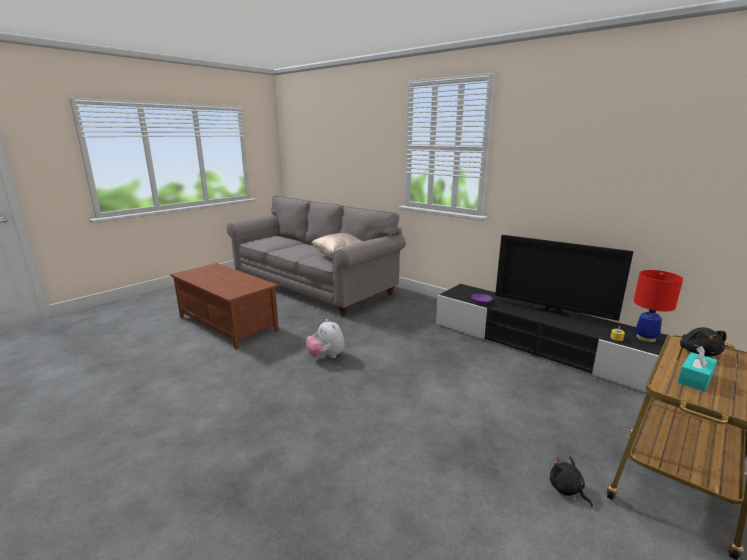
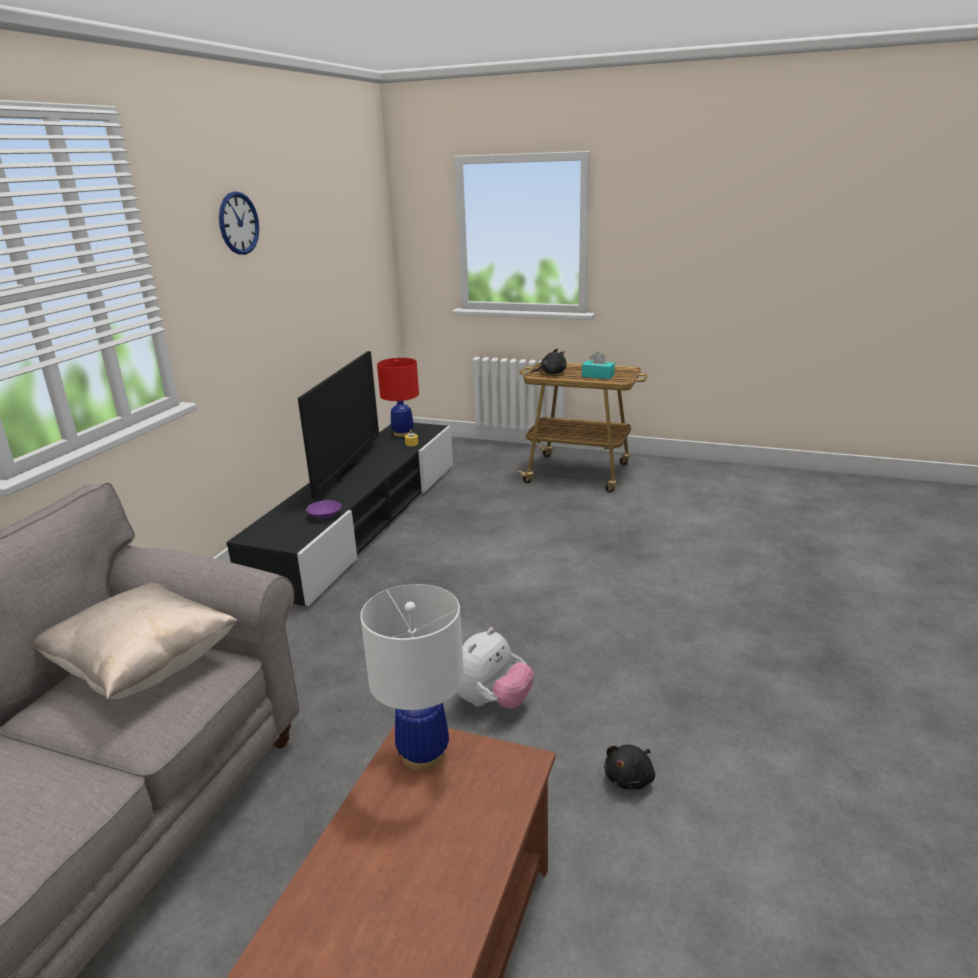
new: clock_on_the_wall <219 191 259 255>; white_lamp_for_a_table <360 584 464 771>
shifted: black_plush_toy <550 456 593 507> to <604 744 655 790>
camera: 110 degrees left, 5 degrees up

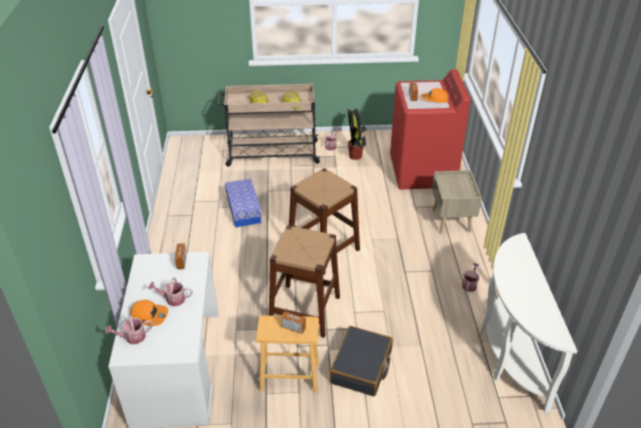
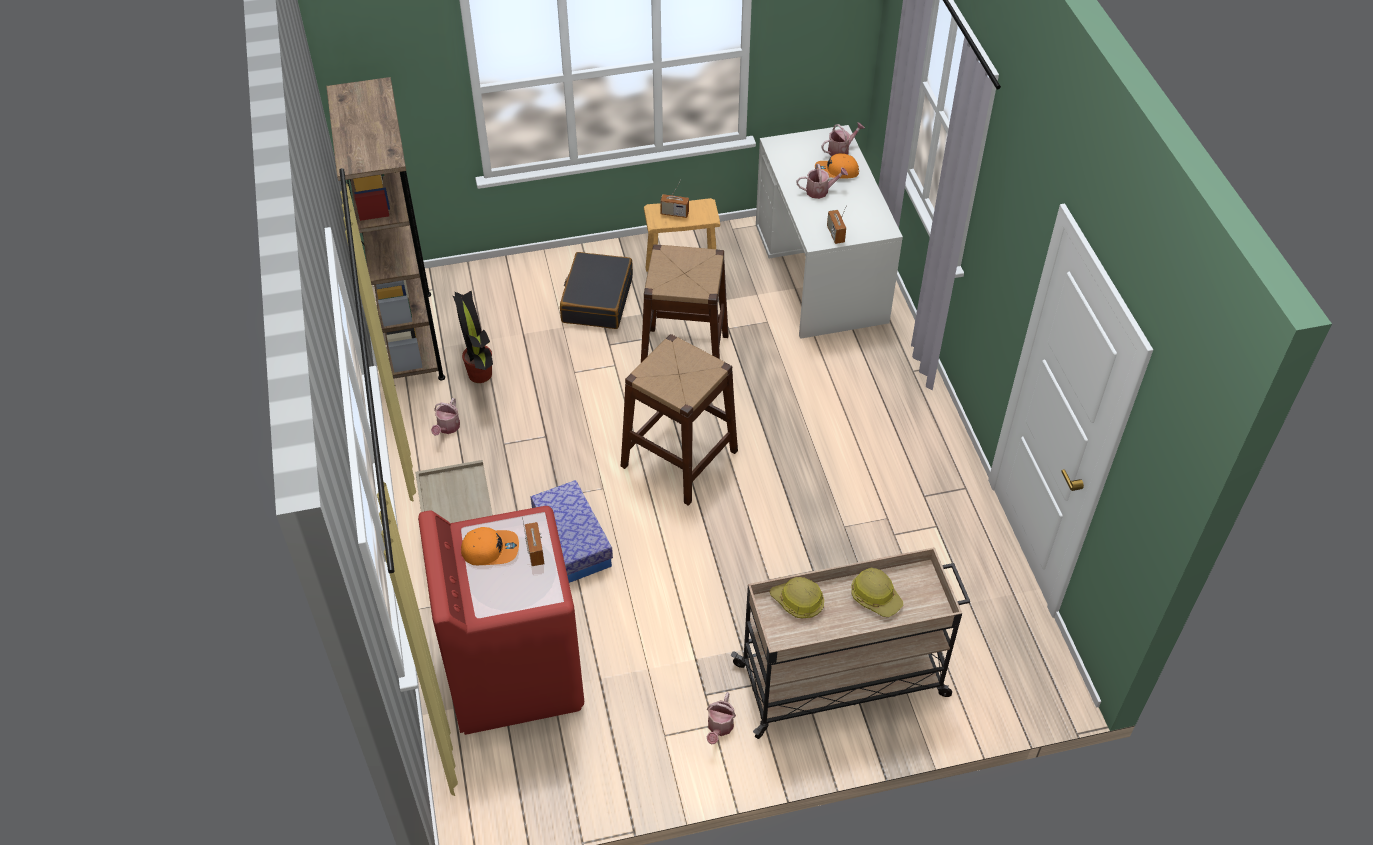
shifted: houseplant <347 109 367 160> to <453 290 493 383>; storage_bin <225 179 261 228> to <531 480 613 583>
swapped: white_hall_table <479 233 577 413> to brown-coloured_bookshelf <326 77 445 380>
camera: 170 degrees right, 10 degrees up

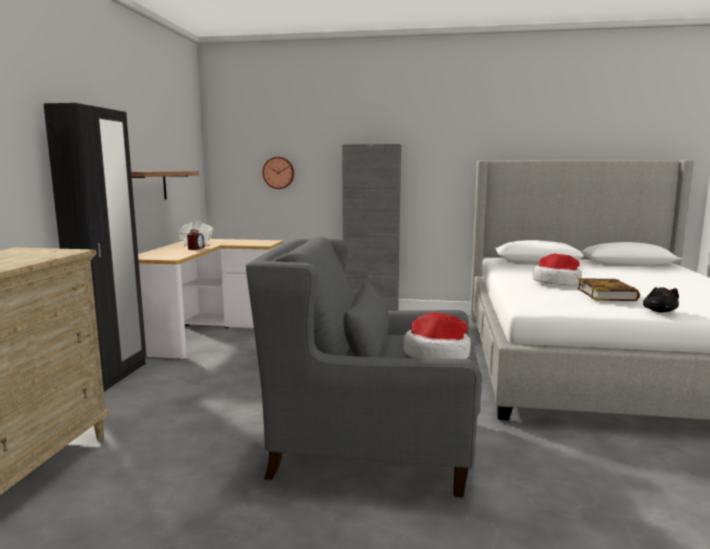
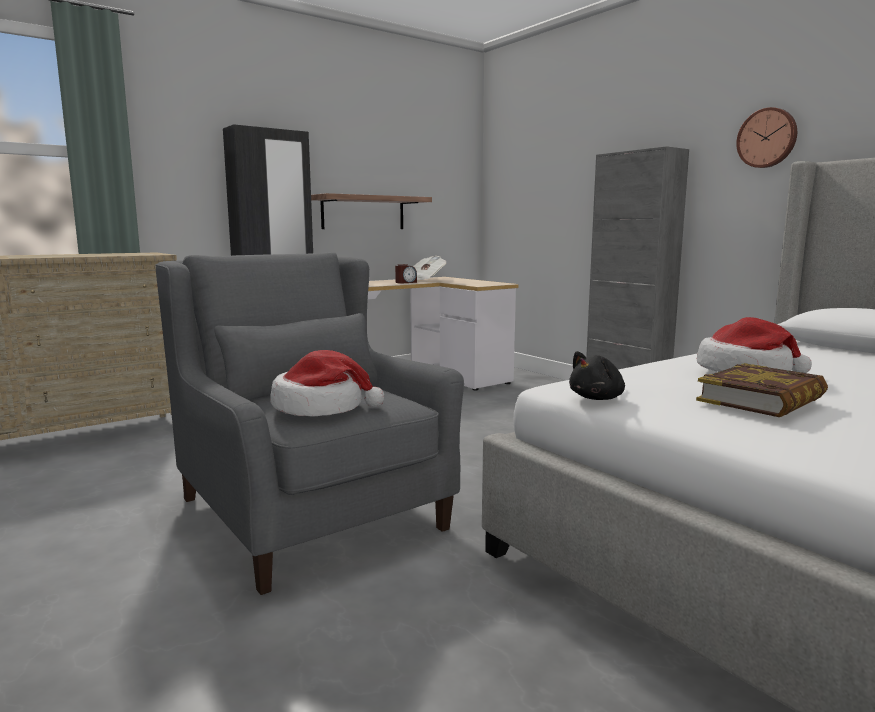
shifted: clock_on_the_wall <262 157 294 189> to <736 107 797 168>; black_plush_toy <643 287 679 312> to <569 351 625 400>
camera: 45 degrees right, 0 degrees up

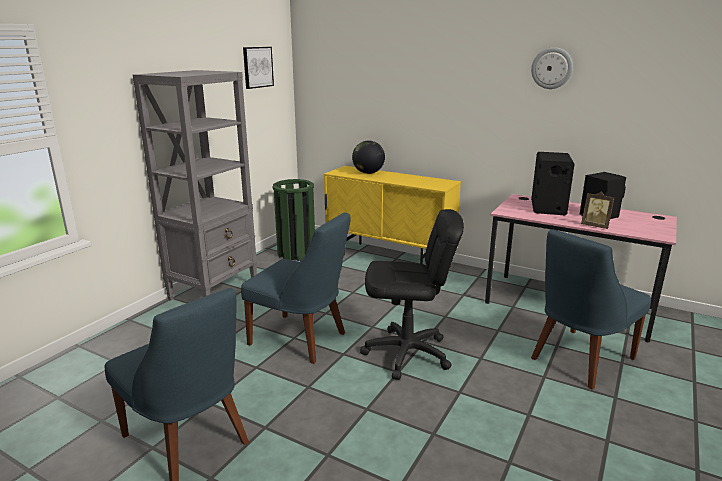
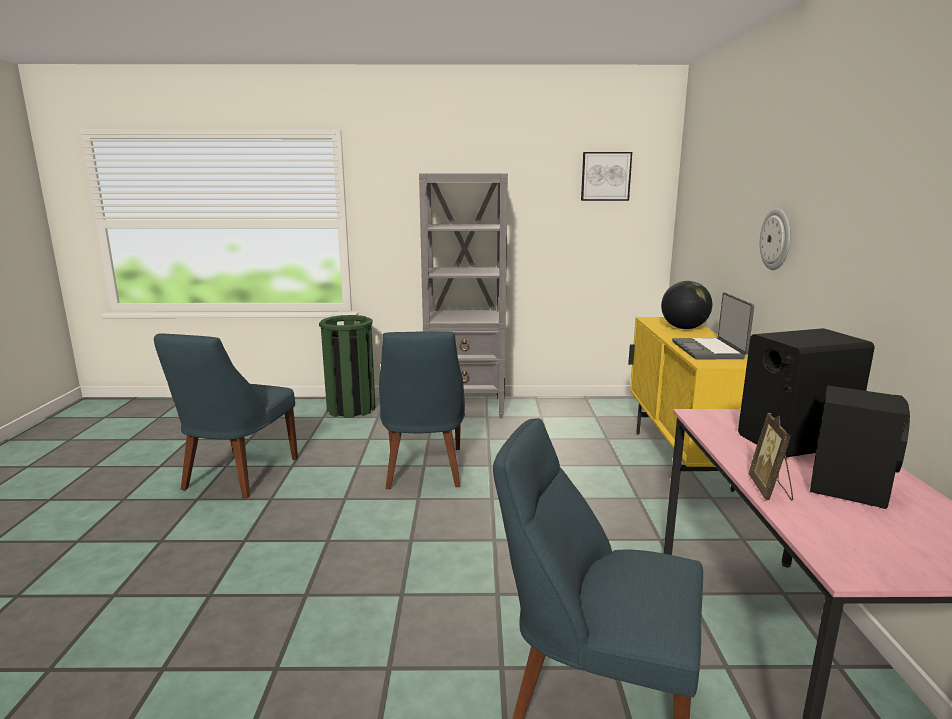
gone: black_computer_chair <360 209 464 380>
new: notebook_computer <672 293 754 359>
shifted: clock_on_the_wall <531 47 573 89> to <760 208 791 270>; green_waste_bin <273 179 315 261> to <319 315 375 418>
camera: 60 degrees right, 5 degrees down

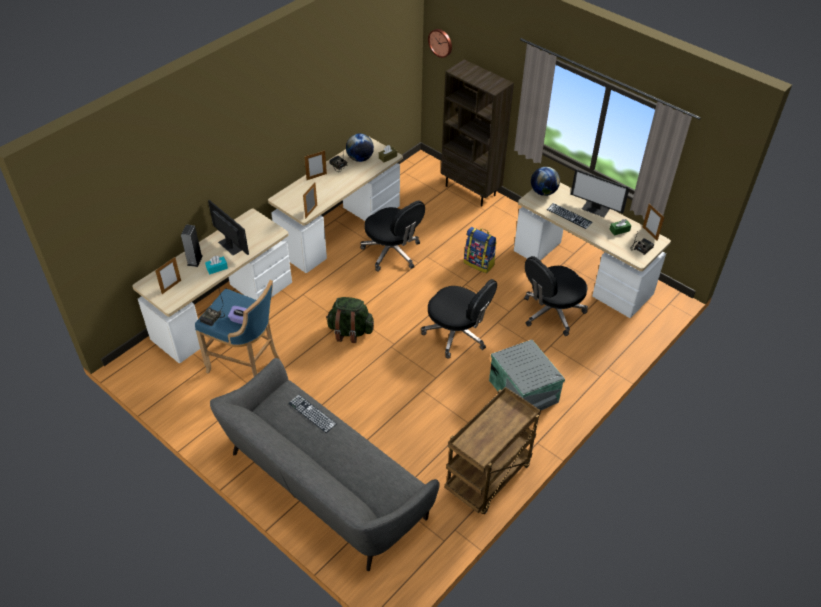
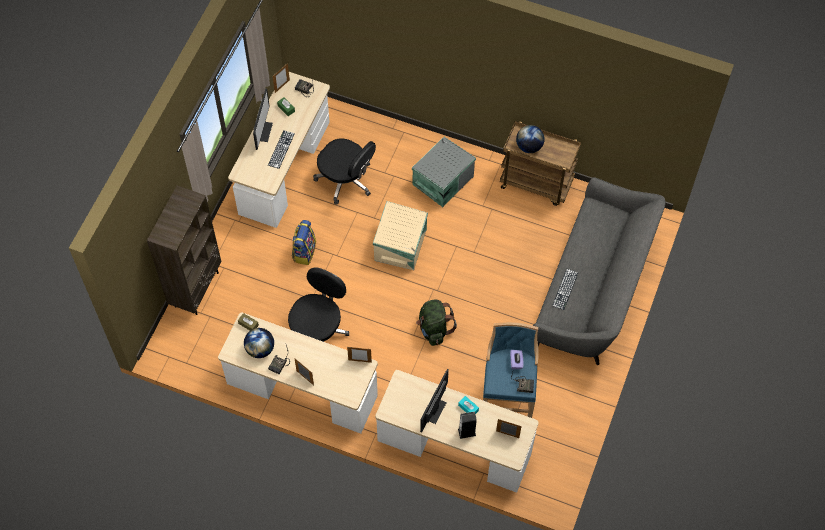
gone: clock_on_the_wall <428 29 452 58>
shifted: world_globe <531 167 560 196> to <516 125 544 153>
swapped: black_computer_chair <421 279 497 358> to beige-coloured_storage_bin <373 201 428 270>
camera: 110 degrees left, 15 degrees up

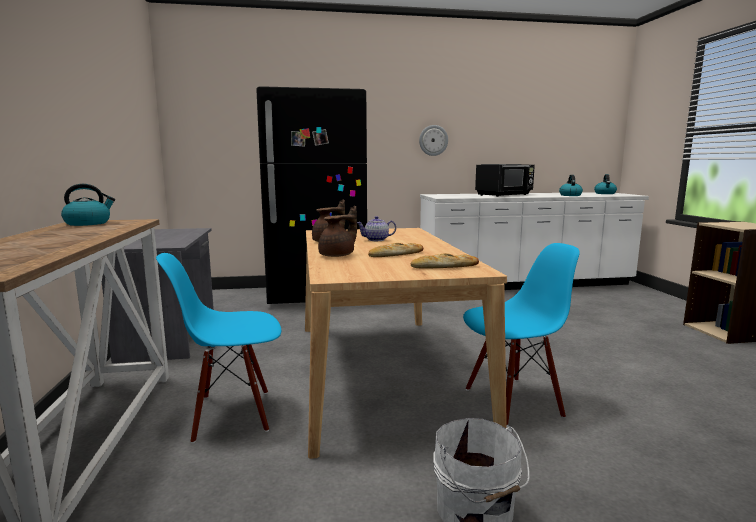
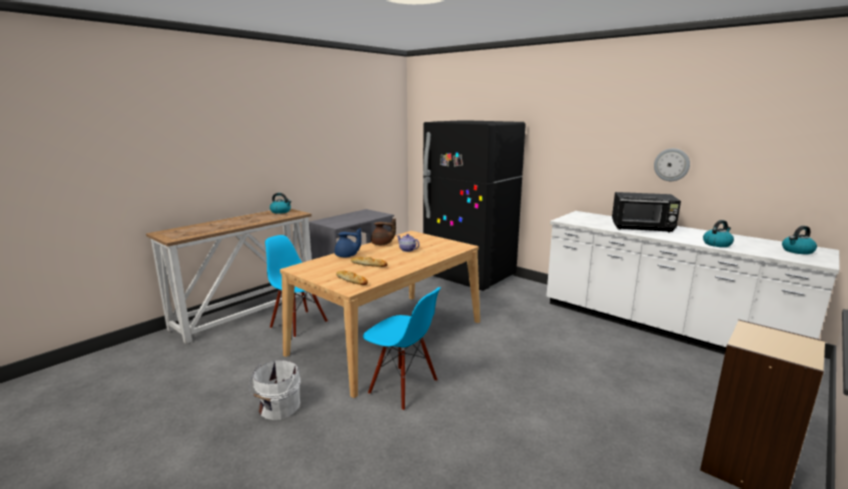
shifted: clock_on_the_wall <419 125 448 156> to <654 148 690 181>
repainted: brown-coloured_pot_for_tea <318 206 357 257> to blue-coloured_pot_for_tea <335 228 362 257>
camera: 50 degrees right, 5 degrees up

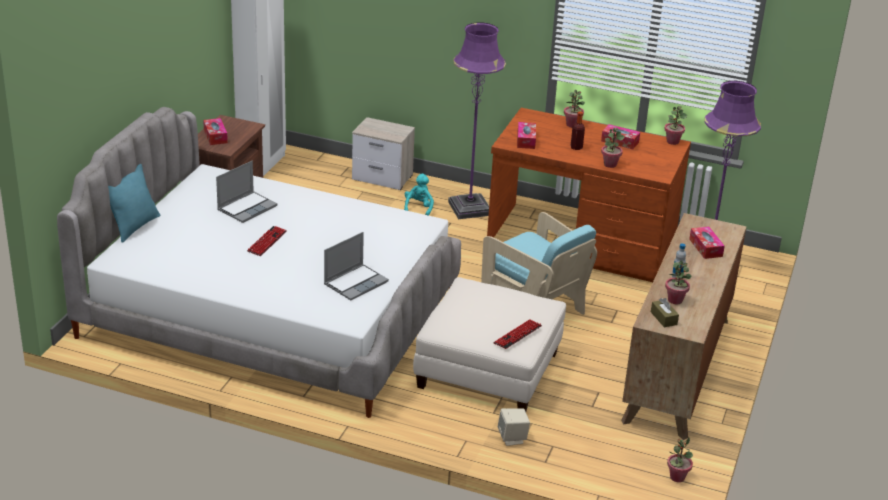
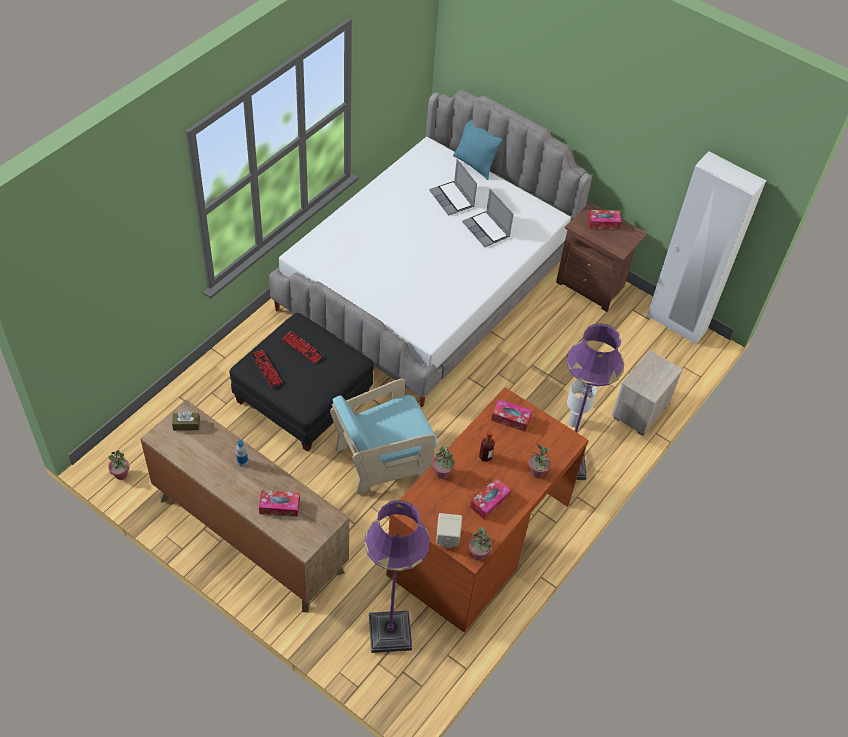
gone: houseplant <665 260 692 304>
shifted: keyboard <247 226 287 256> to <282 331 324 364>; notebook_computer <324 232 389 300> to <429 159 477 216>; beige-coloured_speaker <498 408 530 446> to <436 513 462 548>
swapped: turquoise_plush_toy <404 174 434 216> to white_lamp_for_a_table <567 379 597 427>
repainted: white_footrest <413 277 566 412> to black_footrest <229 313 374 452>
camera: 105 degrees right, 20 degrees up

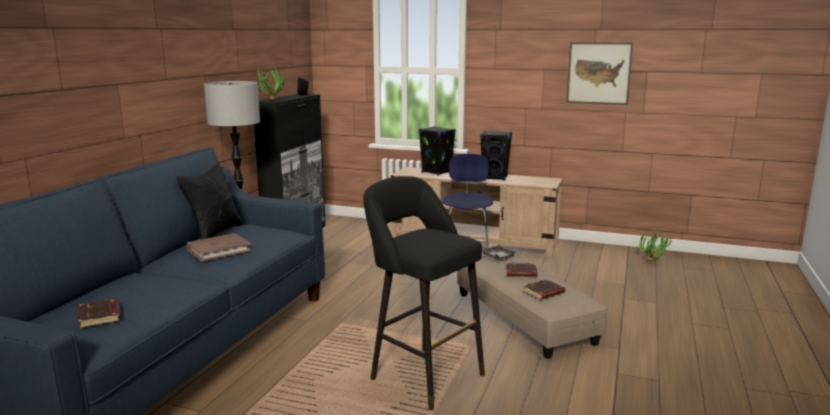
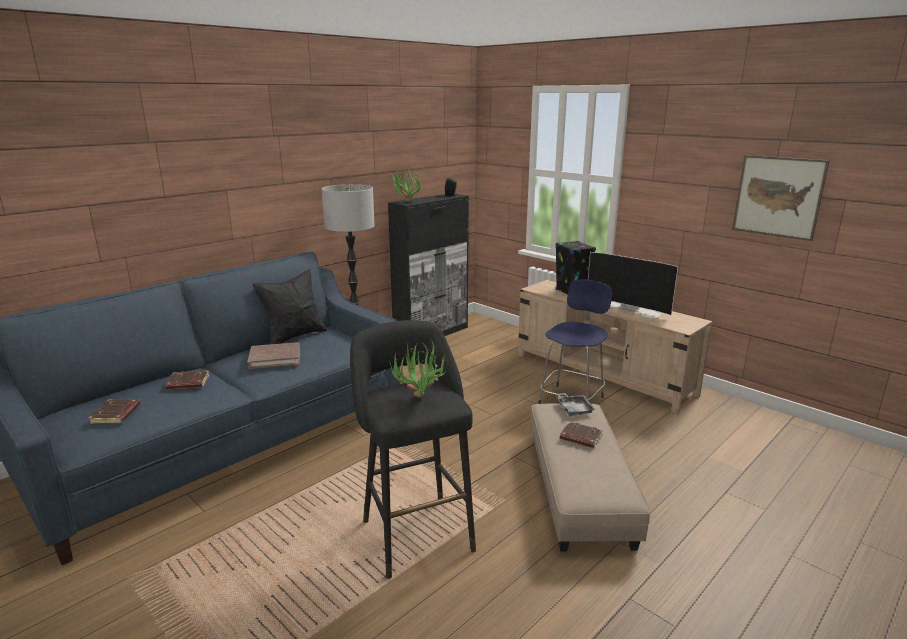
shifted: houseplant <639 228 672 261> to <389 338 448 398>; brown-coloured_bound_book <523 279 565 300> to <165 370 209 390>
swapped: black_speaker <480 131 512 180> to TV <588 252 678 319>
camera: 25 degrees right, 5 degrees up

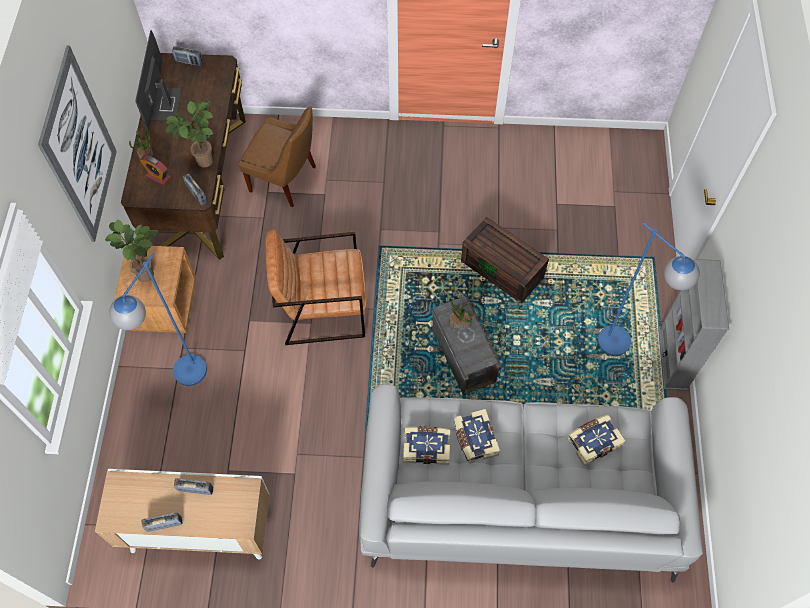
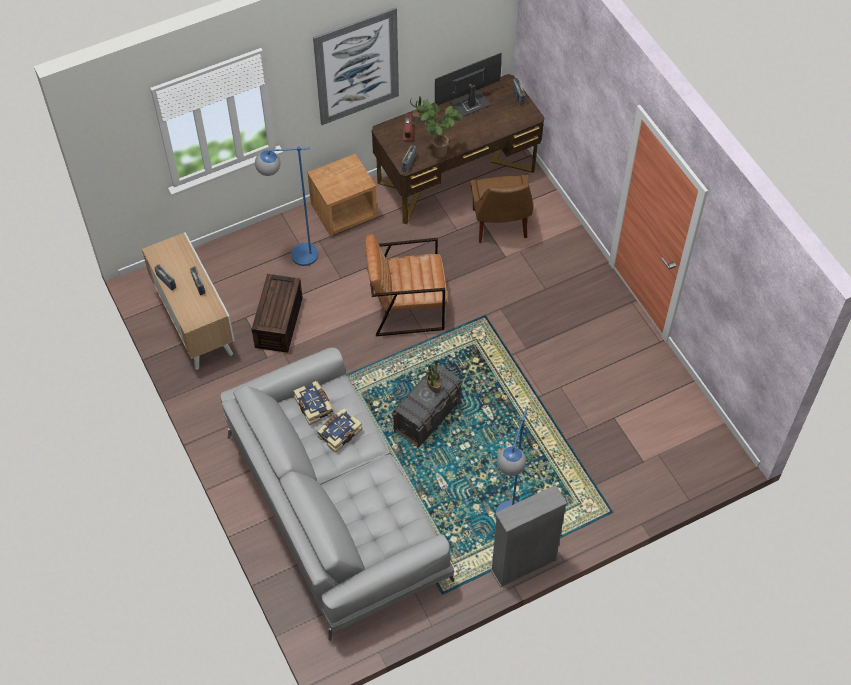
gone: houseplant <105 219 158 282>; bound_book <567 415 625 466>
shifted: brown-coloured_storage_bin <461 217 549 304> to <252 274 303 353>
rotated: brown-coloured_easy_chair <266 229 366 345> = <365 234 447 336> 60 degrees counterclockwise
camera: 60 degrees right, 5 degrees down

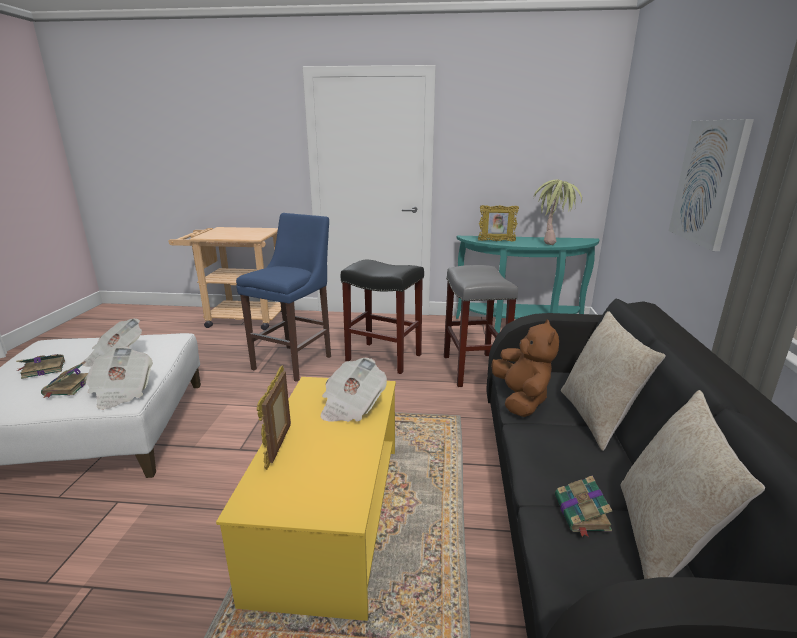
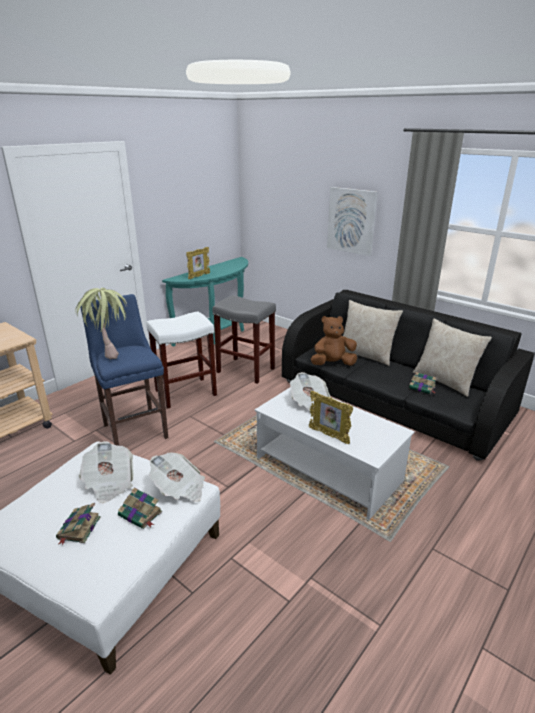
shifted: houseplant <533 179 582 245> to <75 288 127 359>
repainted: black_stool <341 259 424 374> to white_stool <146 312 217 409>; yellow-coloured_low_table <216 377 396 621> to white_low_table <255 387 415 520>
rotated: brown-coloured_plush_toy <491 320 559 417> = <311 316 357 366> 45 degrees counterclockwise
camera: 55 degrees left, 5 degrees up

